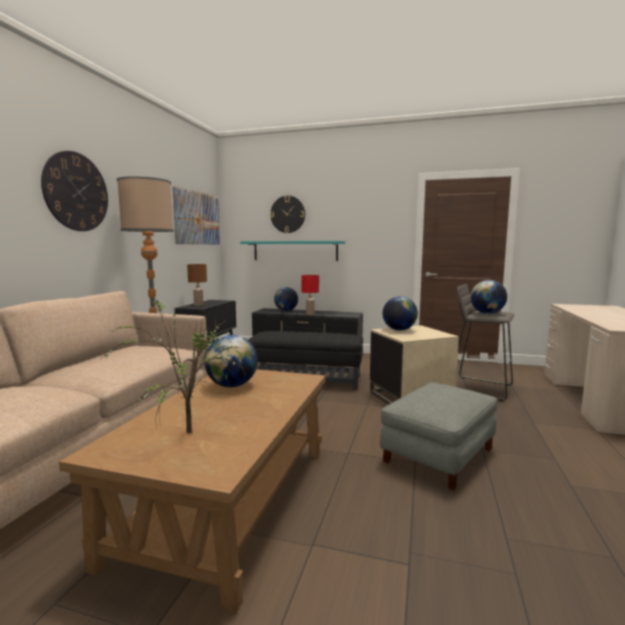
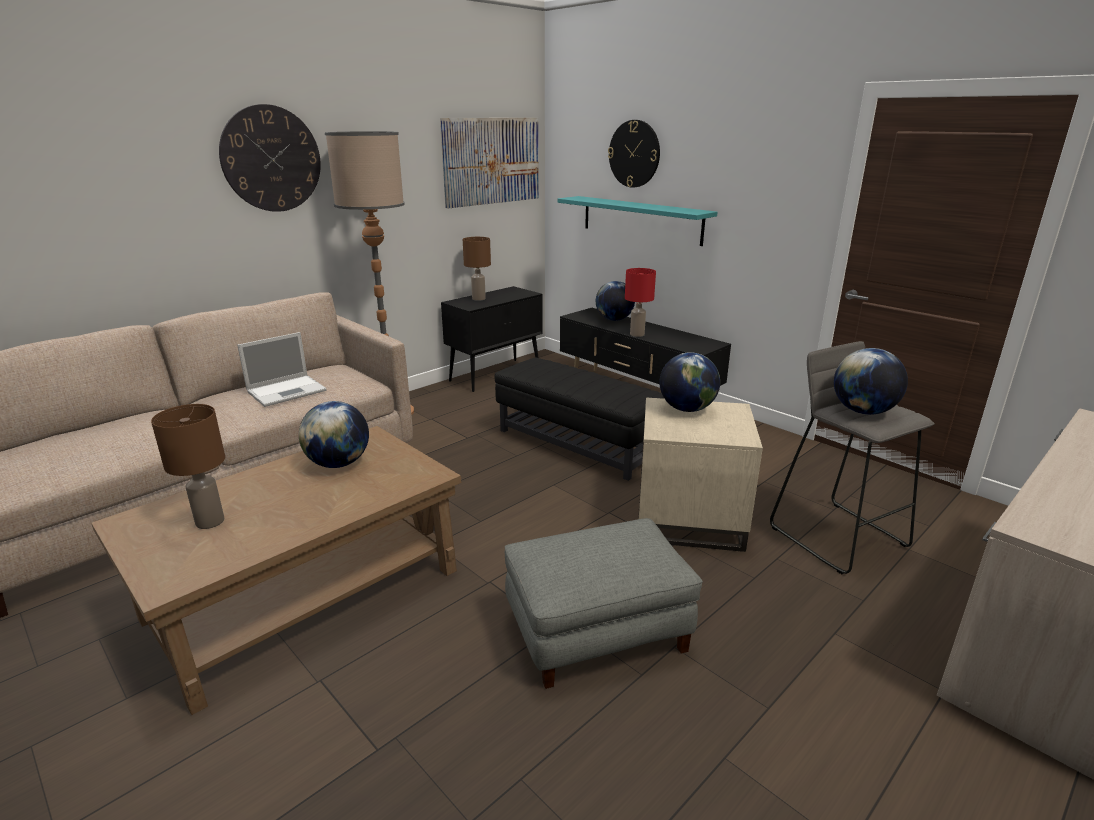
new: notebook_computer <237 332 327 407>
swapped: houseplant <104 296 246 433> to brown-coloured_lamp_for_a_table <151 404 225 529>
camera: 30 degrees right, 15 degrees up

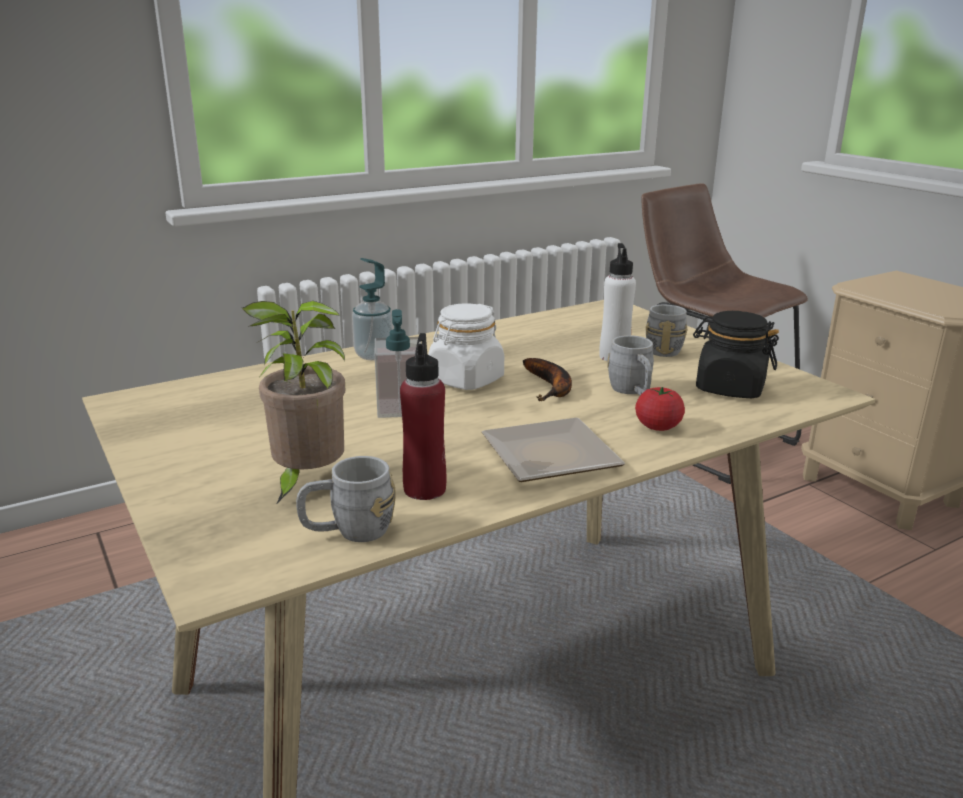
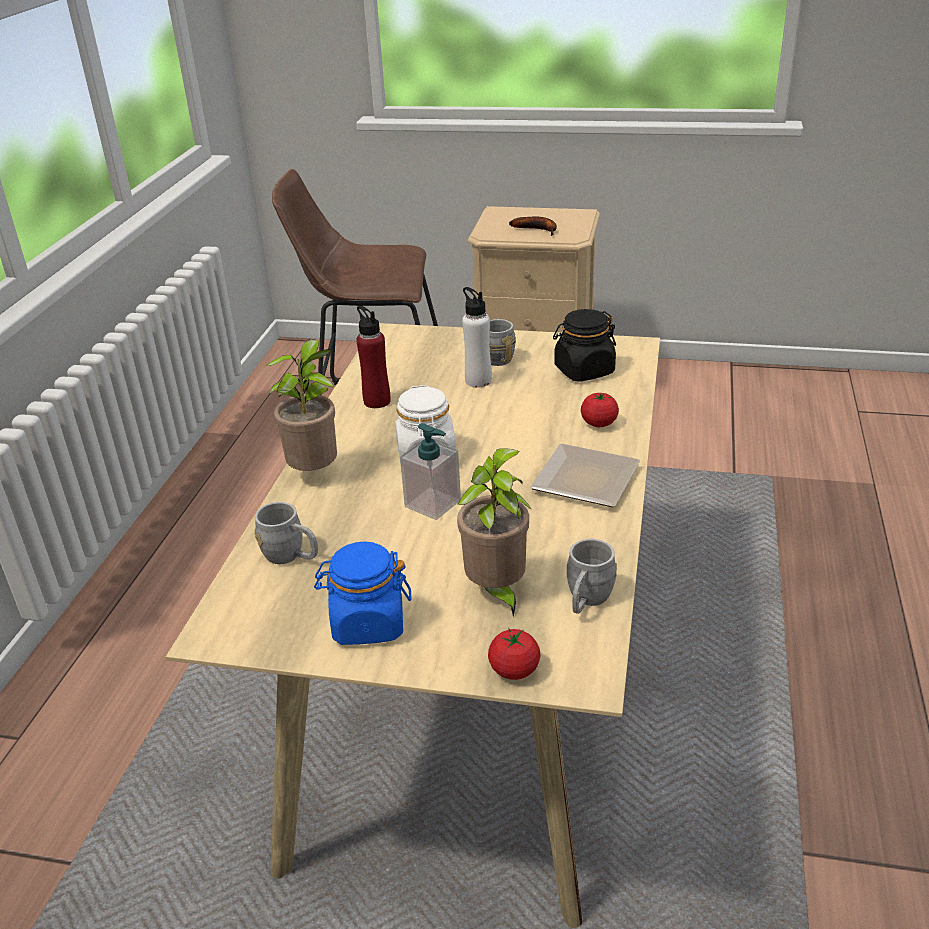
new: blue-coloured_preserve_jar <314 542 412 645>; whole_tomato <488 628 540 680>
shifted: reddish_bottle <400 333 446 500> to <356 306 390 408>; gray_coffee_mug <607 335 654 395> to <254 502 318 564>; banana_fruit <523 358 572 401> to <509 217 557 236>
swapped: liquid_soap_bottle <352 258 393 360> to houseplant <265 339 337 471>
camera: 45 degrees left, 10 degrees up

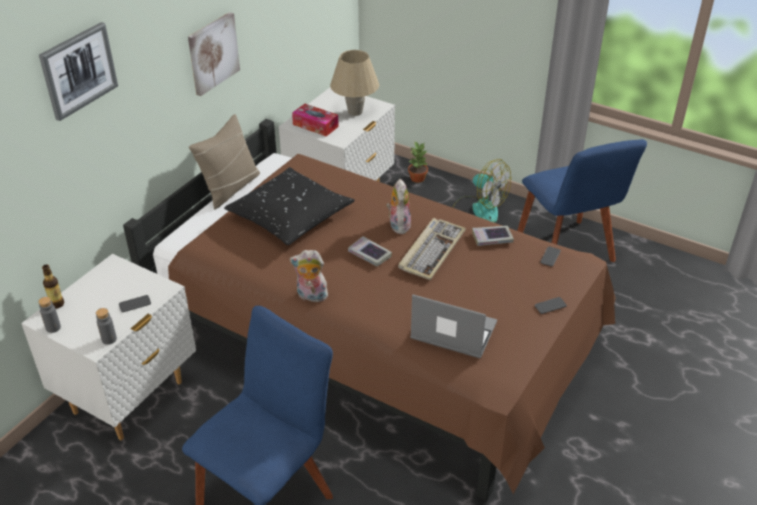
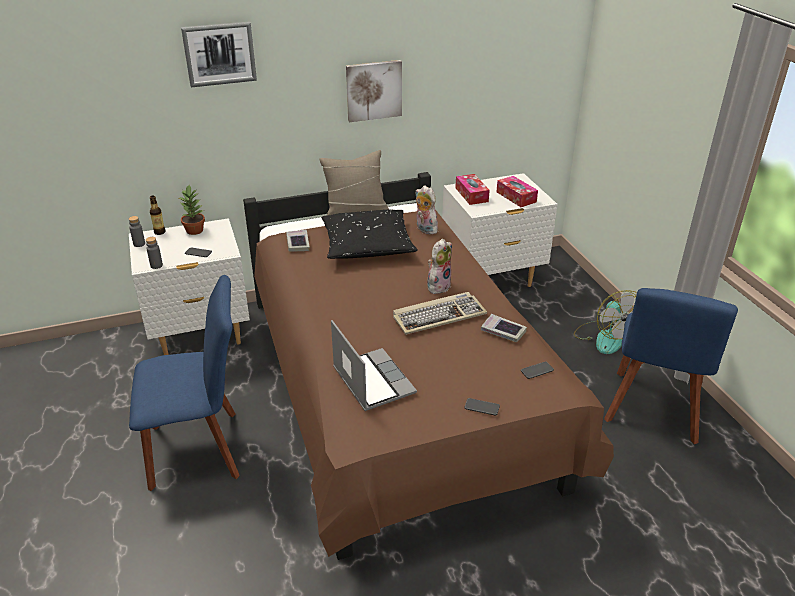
shifted: houseplant <408 142 428 183> to <179 185 205 235>; bound_book <348 236 392 266> to <286 230 310 251>; plush_toy <290 250 328 302> to <415 185 438 234>
swapped: beige-coloured_lamp_for_a_table <330 50 379 116> to box_of_tissues <497 176 538 207>
camera: 40 degrees right, 5 degrees down

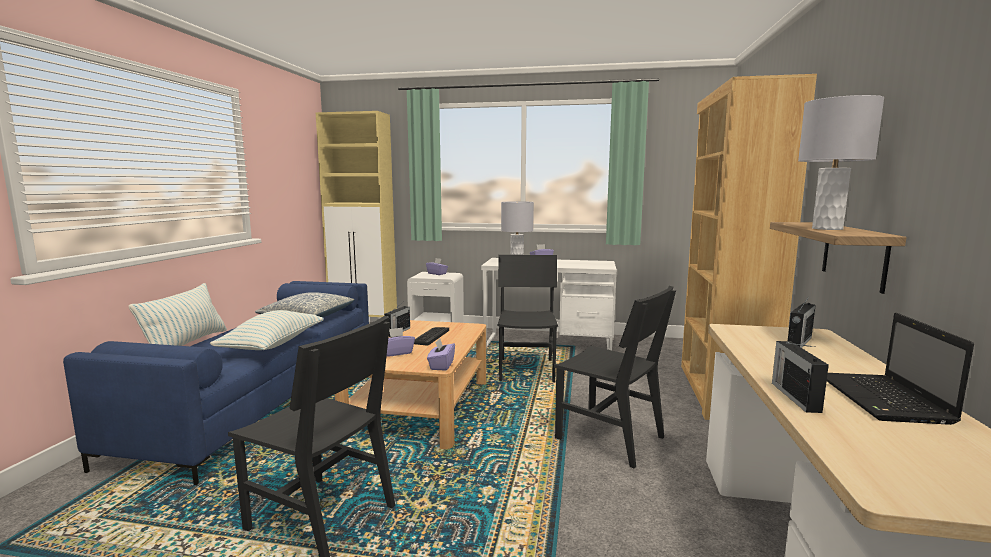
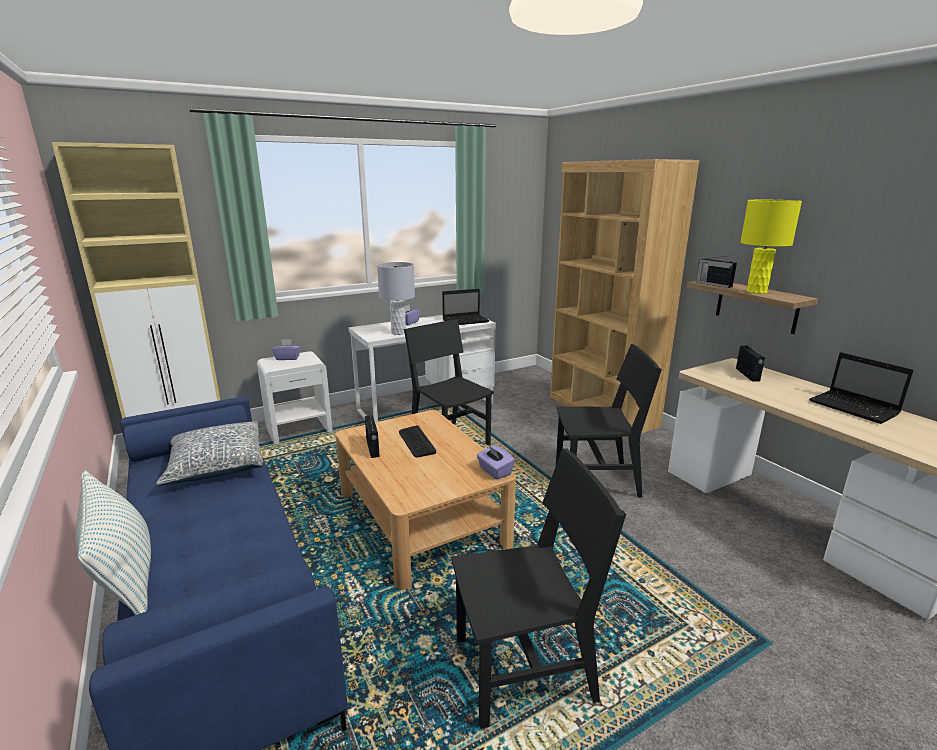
gone: throw_pillow <210 310 323 350>; purplish_box_of_tissues <387 327 415 357>
new: notebook_computer <442 289 489 325>
shifted: radio_receiver <772 341 829 413> to <696 255 737 288>
repainted: gray_lamp_for_a_table <798 95 884 230> to yellow-coloured_lamp_for_a_table <740 200 802 294>
camera: 40 degrees left, 10 degrees up

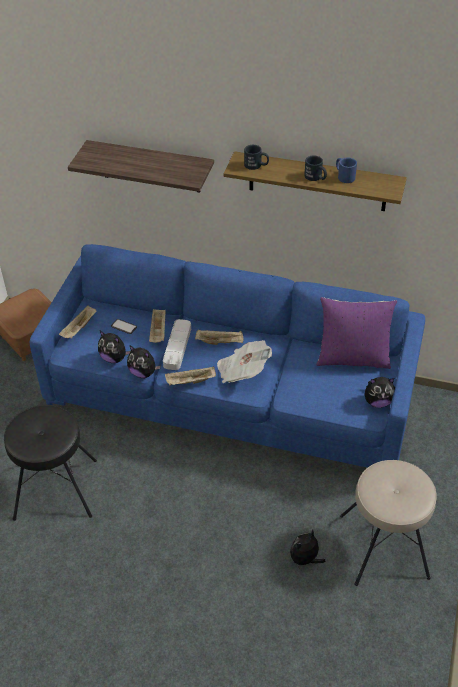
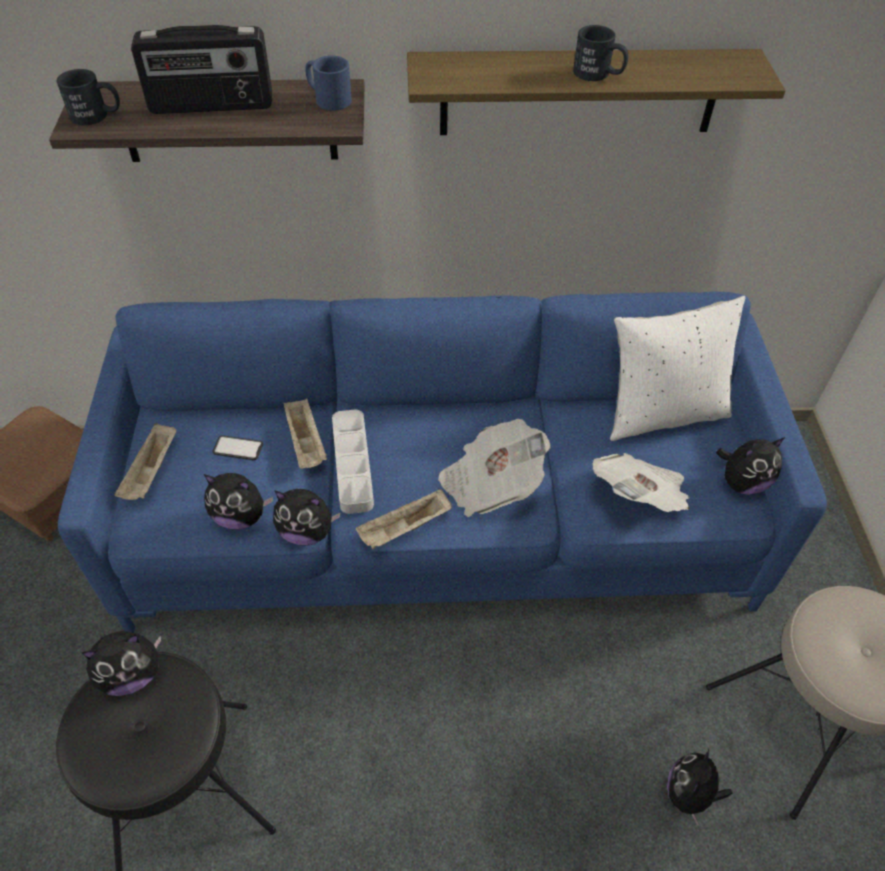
gone: beige-coloured_serving_tray <195 330 244 345>
new: radio_receiver <131 25 272 114>; newspaper <592 453 690 512>; plush_toy <82 631 161 696>
shifted: black_coffee_mug <244 145 269 170> to <57 69 120 125>; blue-coloured_coffee_mug <336 157 357 183> to <305 56 352 111>
repainted: purplish_throw_pillow <316 297 397 369> to white_throw_pillow <610 296 745 441>
camera: 20 degrees left, 5 degrees up

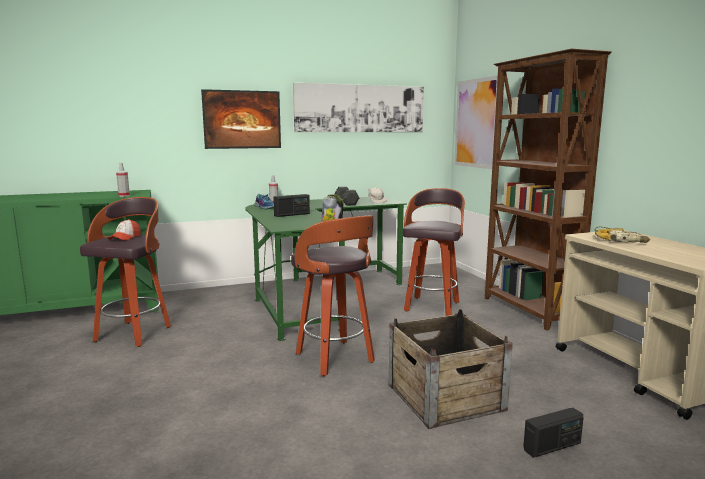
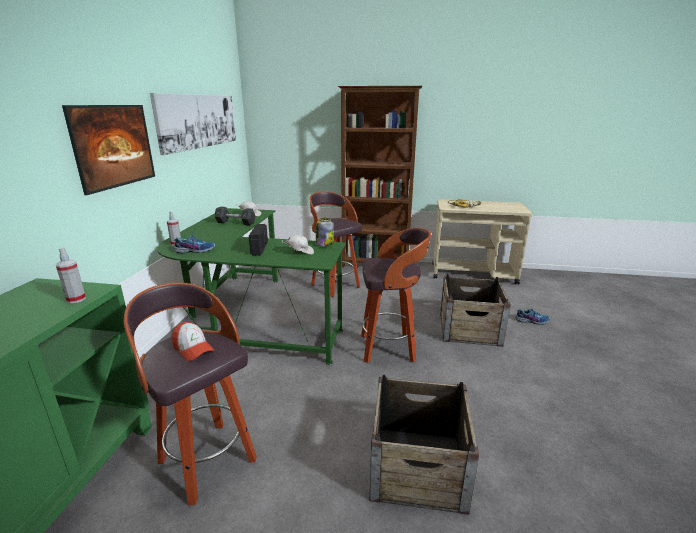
gone: picture <454 75 498 169>
new: white_peaked_cap <281 235 314 254>; crate <369 375 479 515>
swapped: radio_receiver <523 408 584 458> to low_shoe <515 307 550 325>
camera: 60 degrees left, 10 degrees up

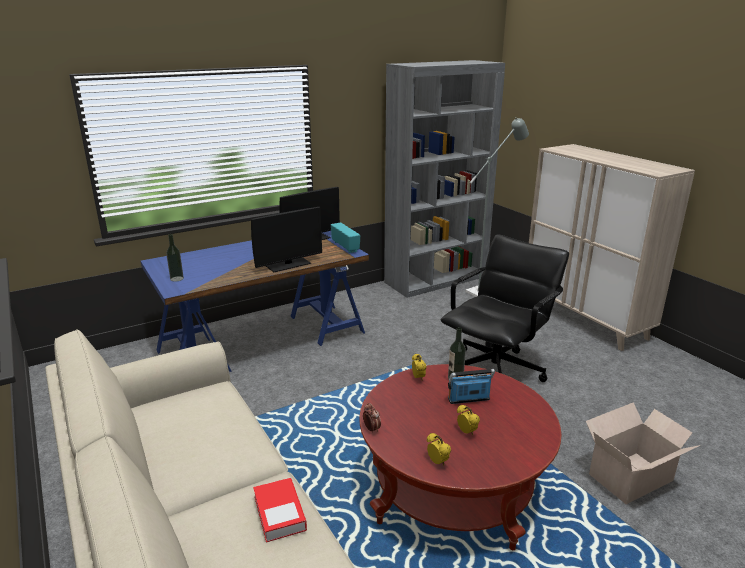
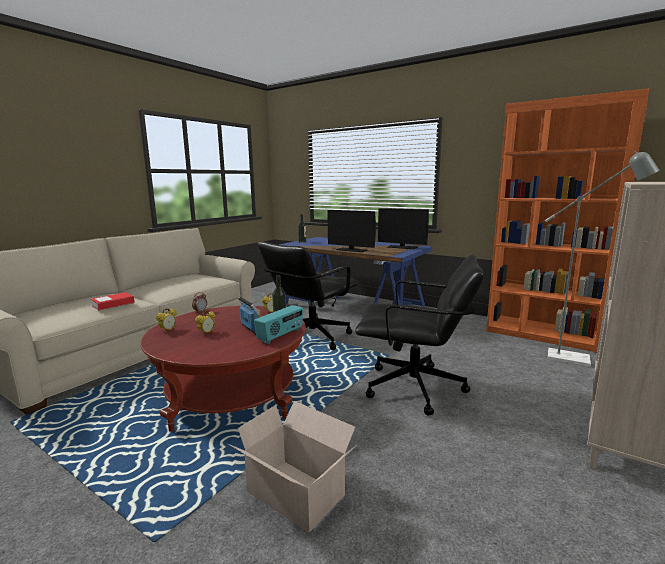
new: black_computer_chair <258 242 359 350>
shifted: radio_receiver <331 223 360 253> to <254 305 303 344>
repainted: gray_bookshelf <384 60 505 298> to orangey_bookshelf <486 88 650 353>
camera: 65 degrees right, 10 degrees down

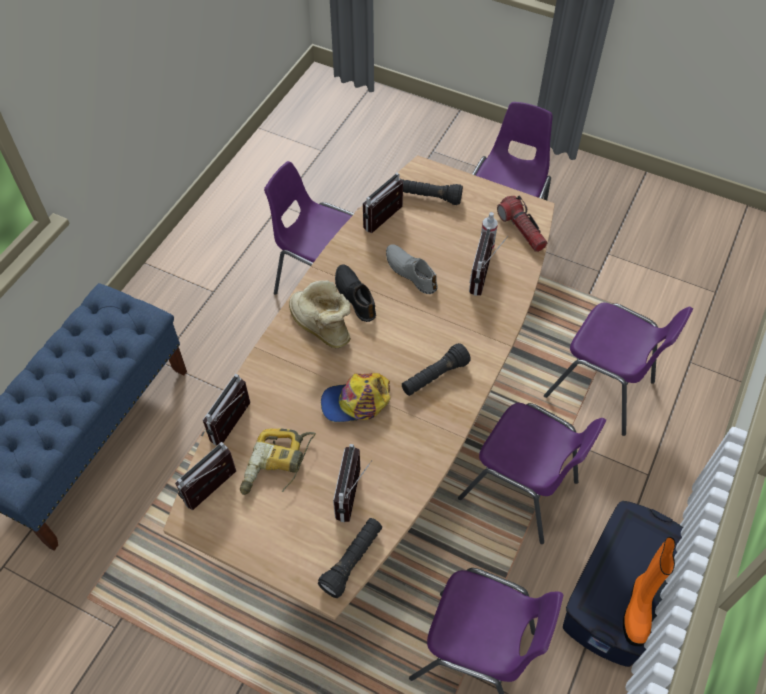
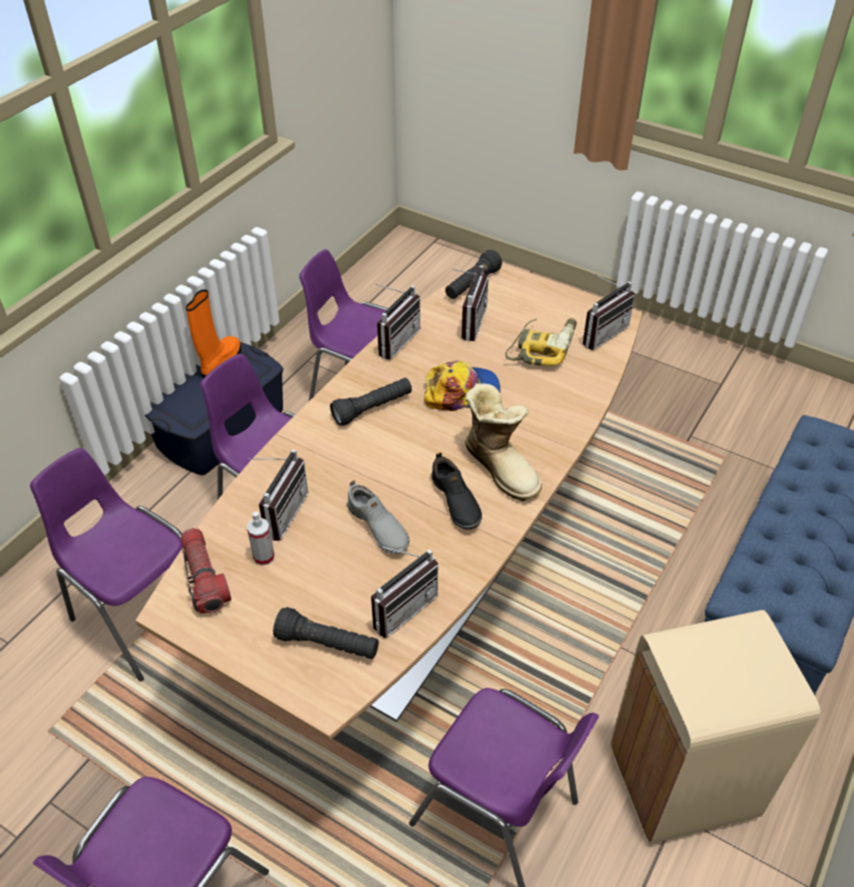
new: beige-coloured_waste_bin <610 610 821 844>
shifted: radio_receiver <203 374 250 446> to <375 284 420 360>
camera: 175 degrees left, 10 degrees down

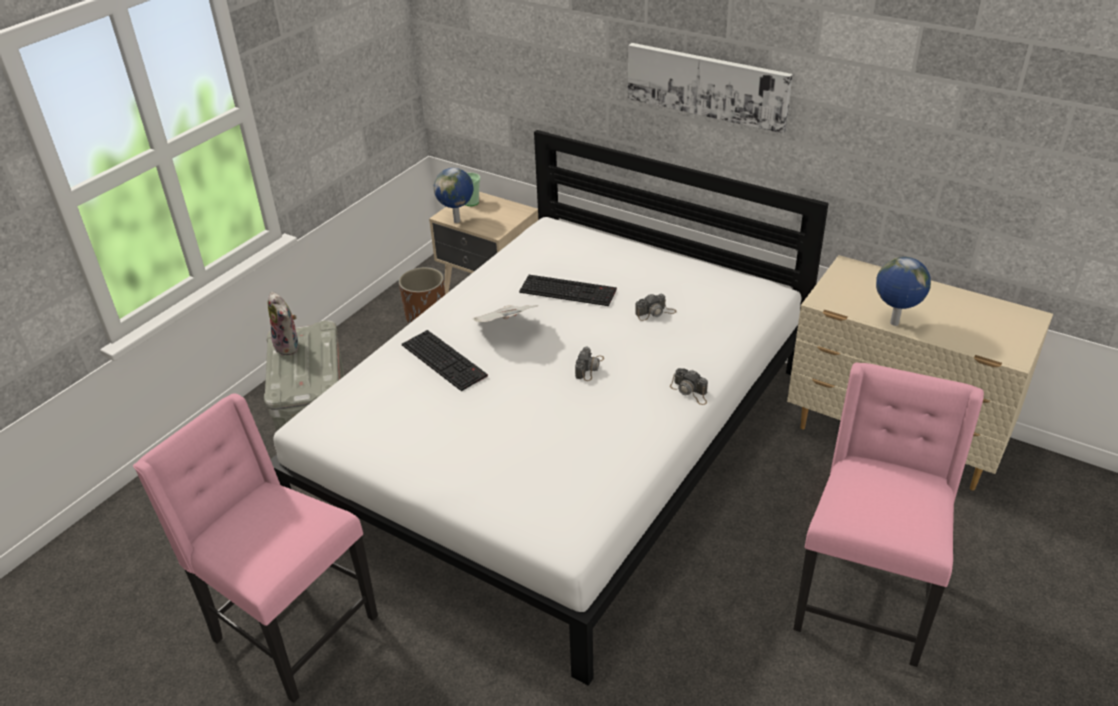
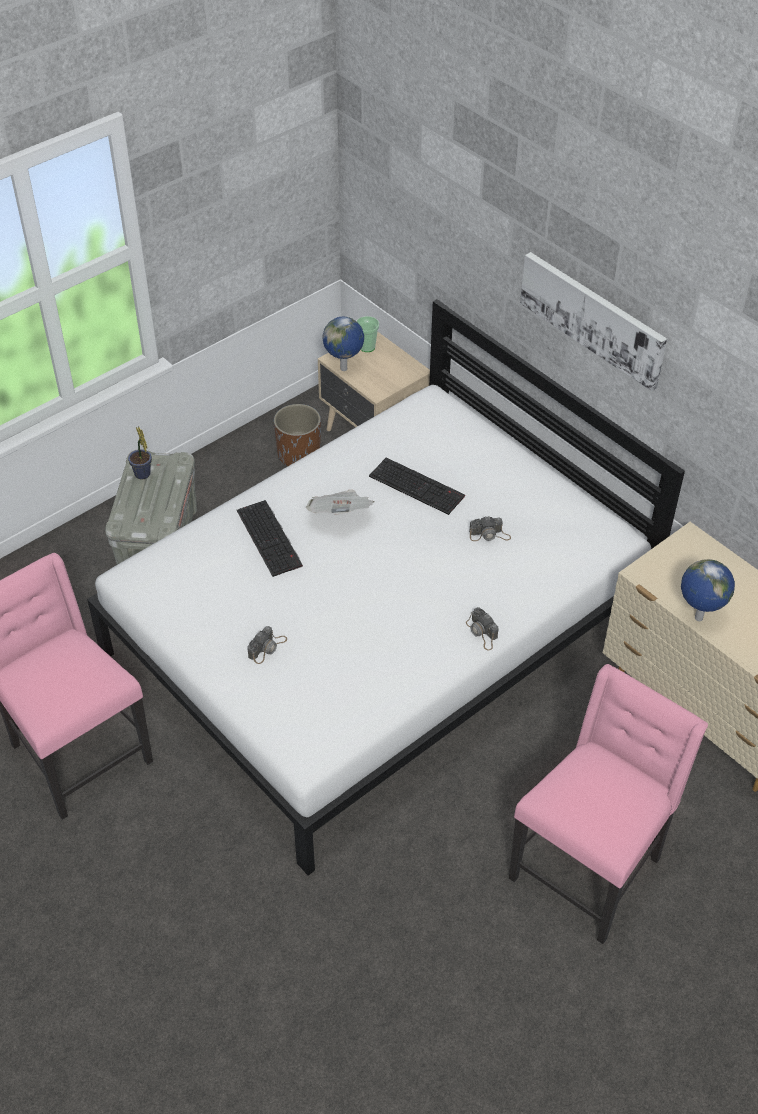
shifted: still_camera <575 347 604 381> to <247 626 287 664>
swapped: plush_toy <268 292 299 356> to houseplant <128 426 152 479>
camera: 15 degrees right, 10 degrees up

